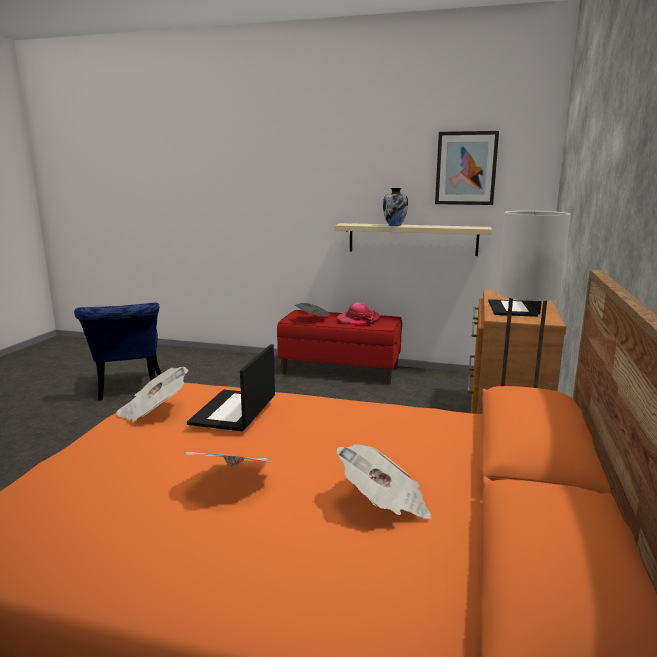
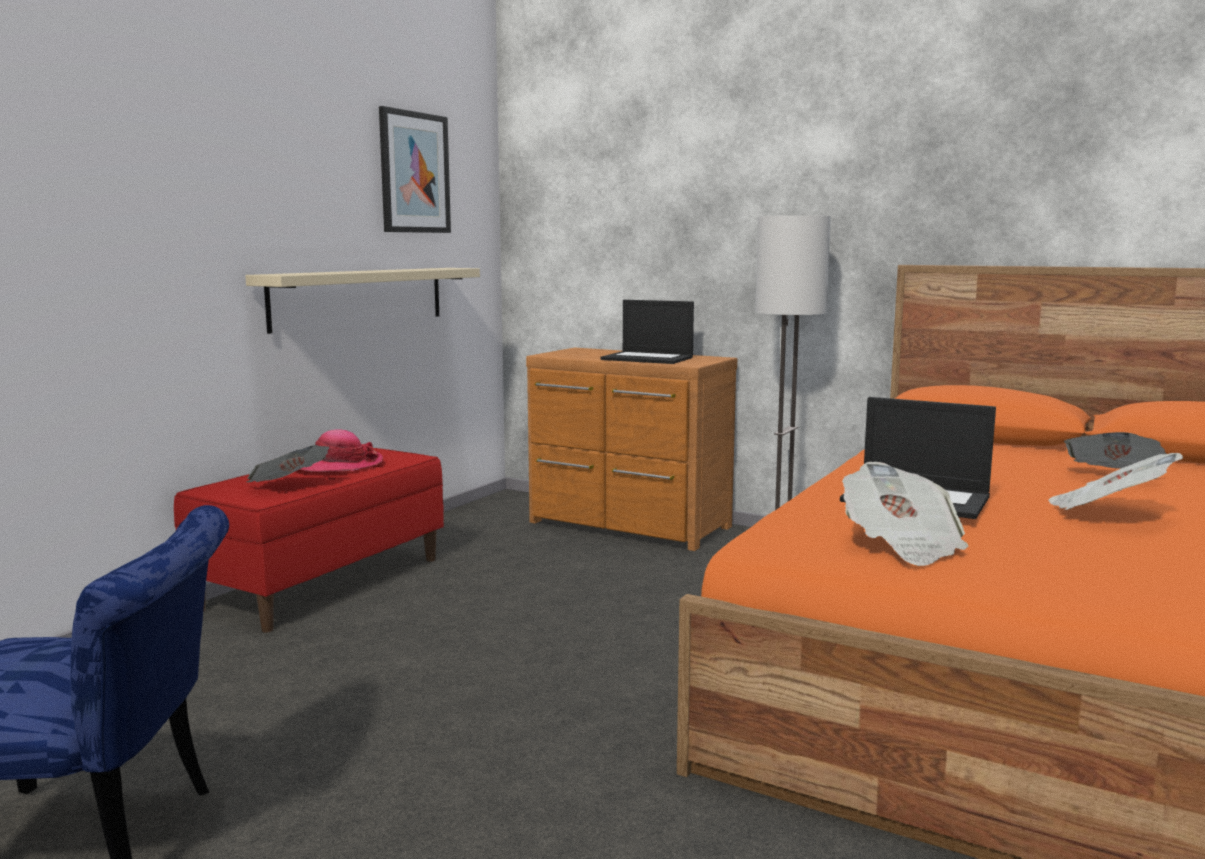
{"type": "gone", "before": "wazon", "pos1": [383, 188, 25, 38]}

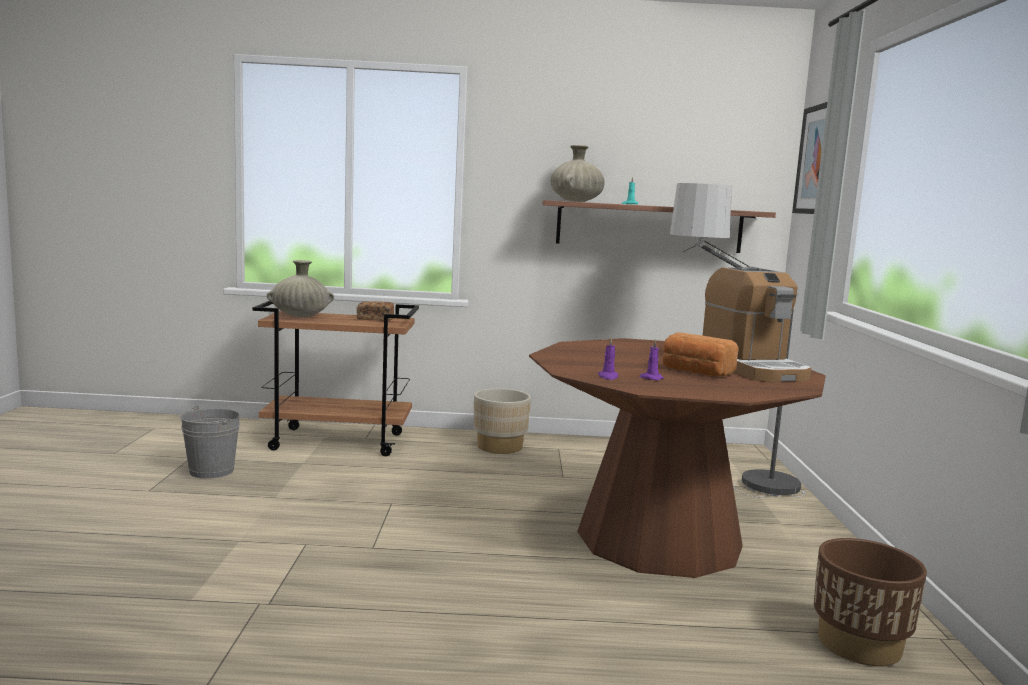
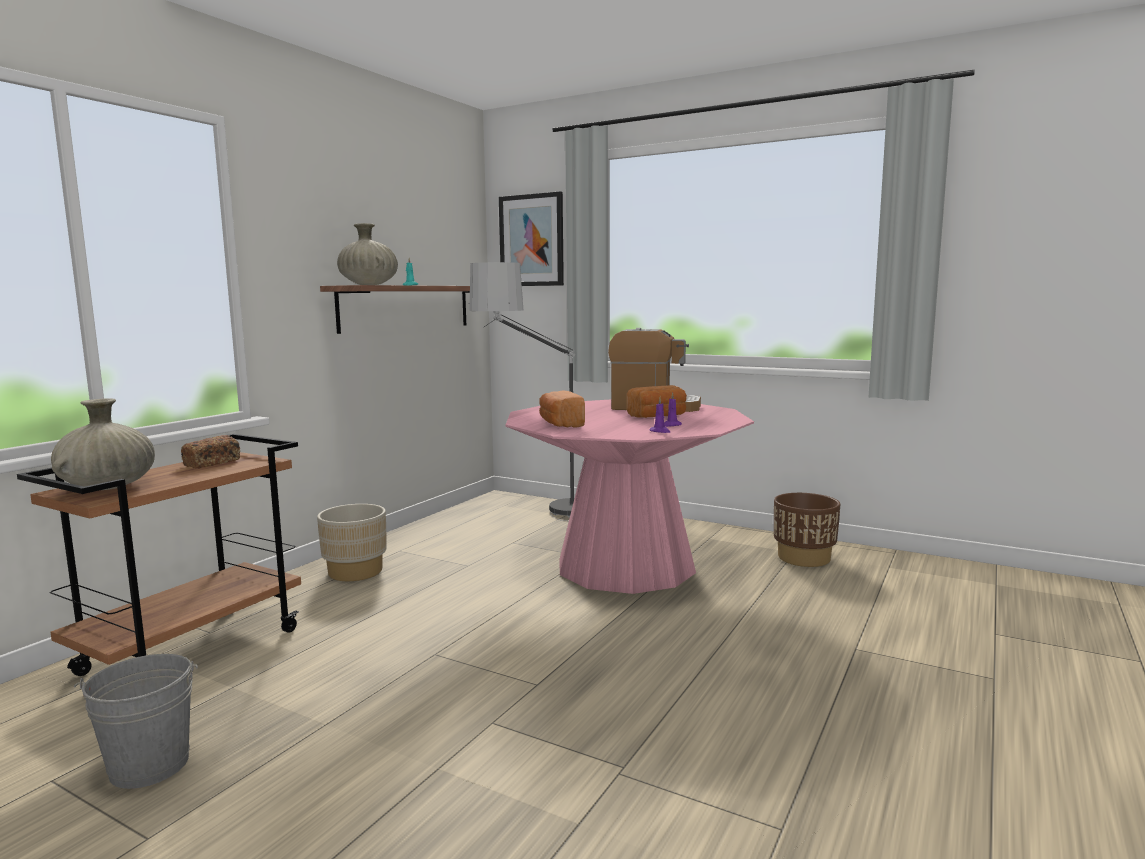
{"type": "repainted", "before": "stół jadalny/brązowy", "after": "stół jadalny/różowy", "pos1": [529, 338, 297, 240], "pos2": [506, 400, 248, 194]}
{"type": "new", "after": "chleb", "pos2": [539, 390, 46, 38]}

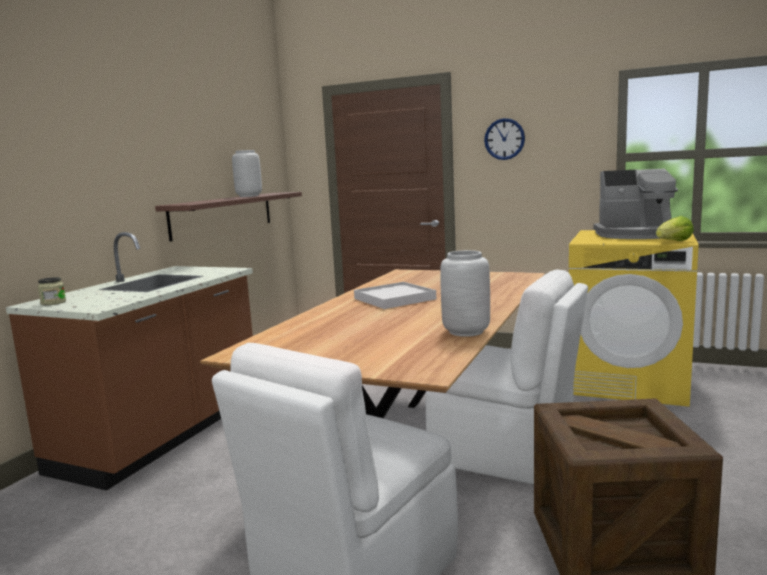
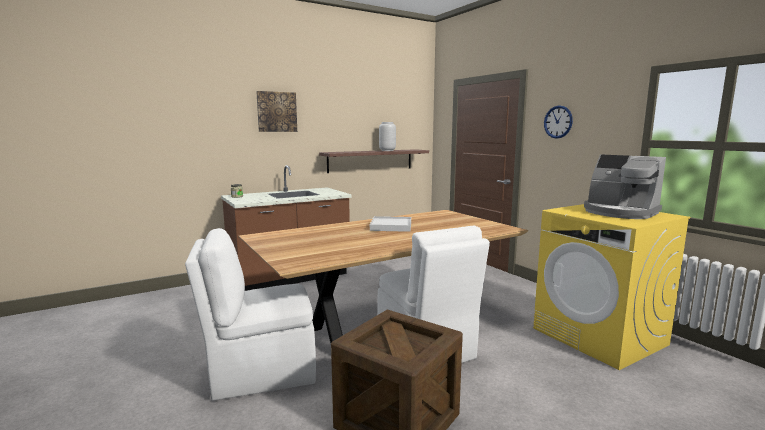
{"type": "new", "after": "obraz", "pos2": [256, 91, 41, 41]}
{"type": "gone", "before": "wazon/szary", "pos1": [440, 250, 50, 87]}
{"type": "gone", "before": "sałata", "pos1": [656, 216, 38, 25]}

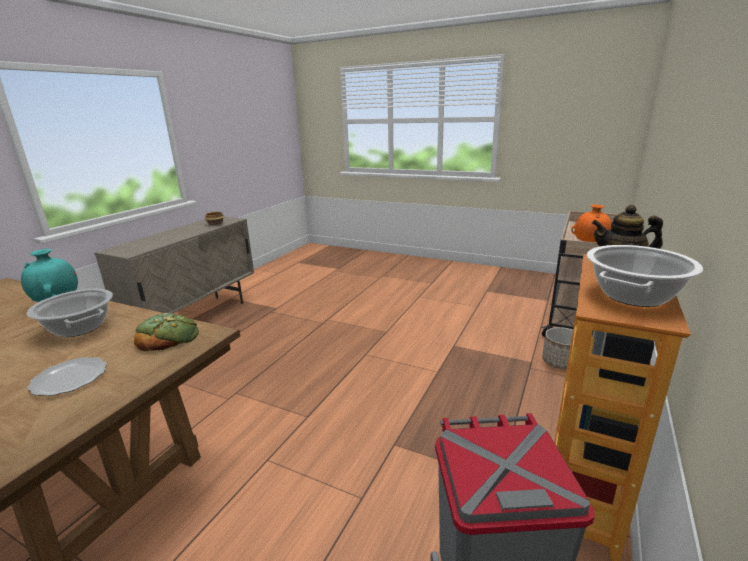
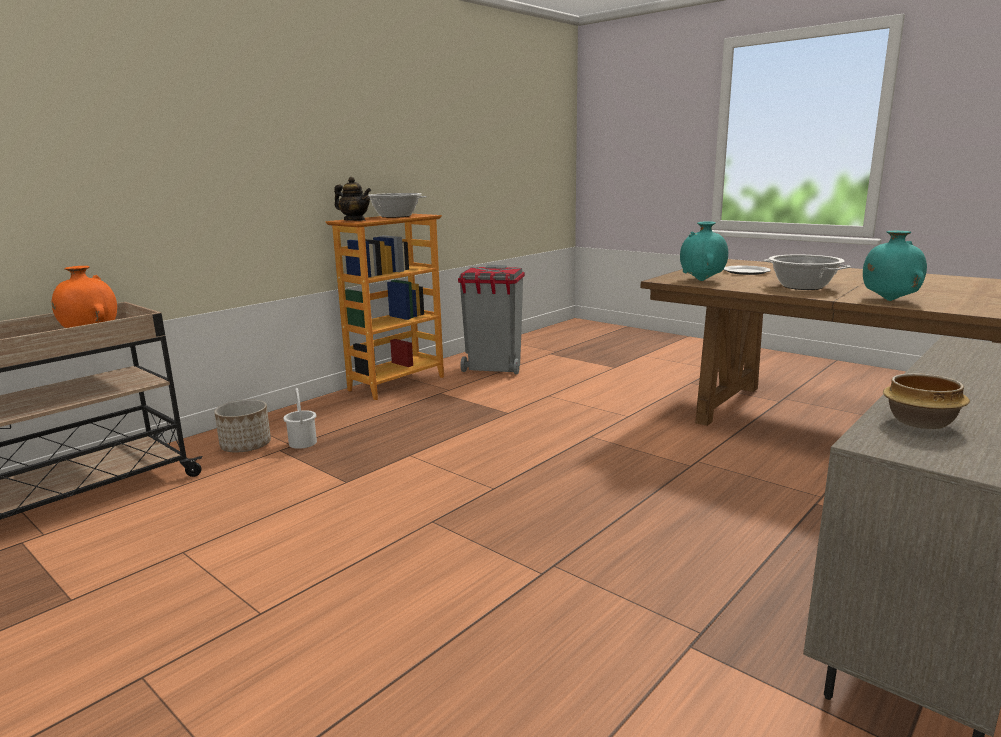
{"type": "new", "after": "wiadro/biały", "pos2": [283, 388, 34, 61]}
{"type": "swapped", "before": "chleb", "after": "wazon/turkusowy", "pos1": [134, 313, 65, 38], "pos2": [680, 221, 48, 60]}

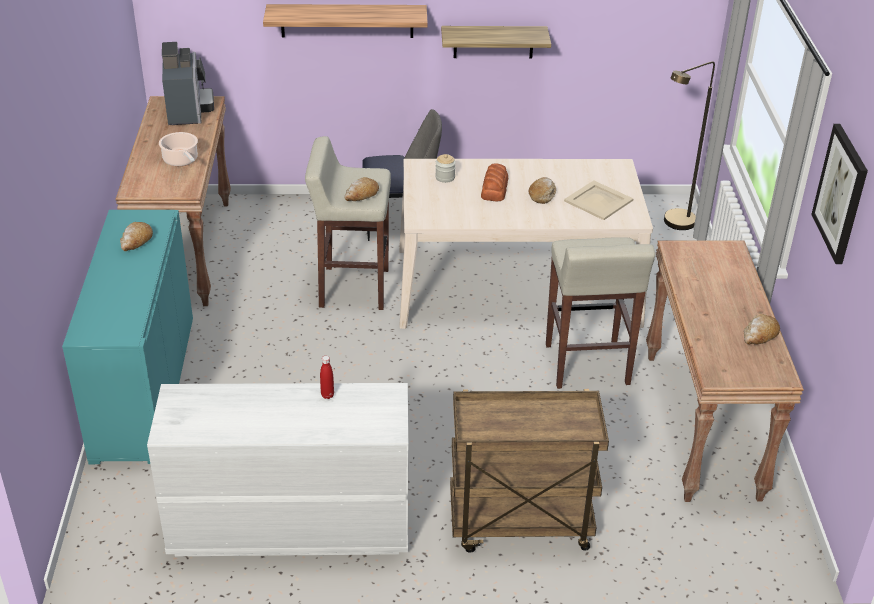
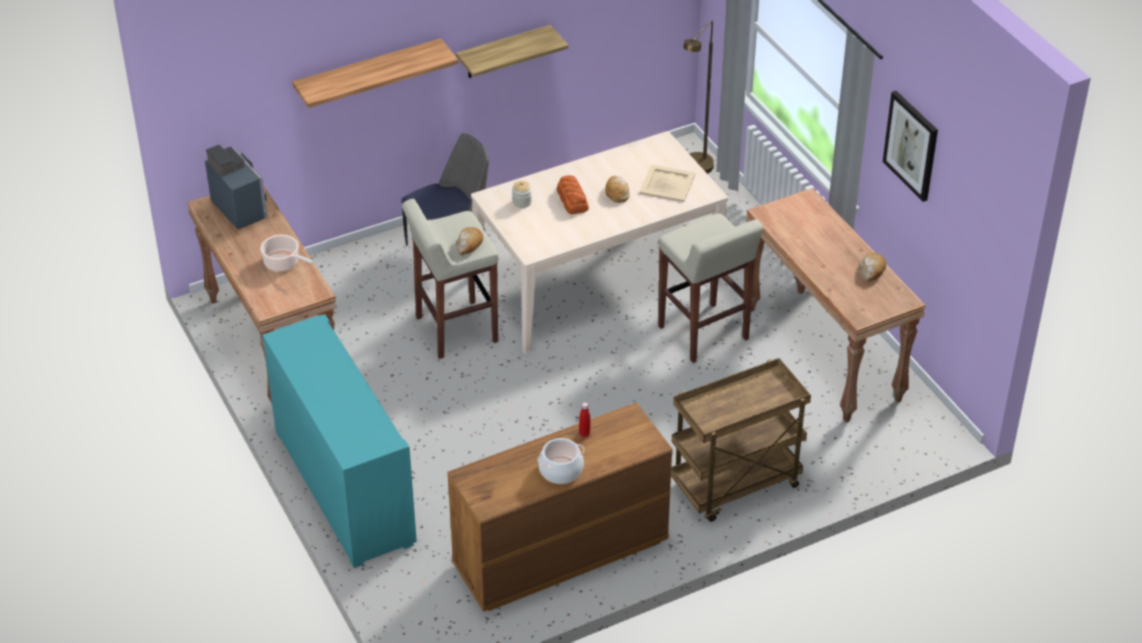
{"type": "repainted", "before": "komoda/biały", "after": "komoda/brązowy", "pos1": [147, 383, 261, 173], "pos2": [447, 402, 226, 210]}
{"type": "new", "after": "garnek", "pos2": [538, 438, 46, 46]}
{"type": "gone", "before": "chleb", "pos1": [120, 222, 33, 29]}

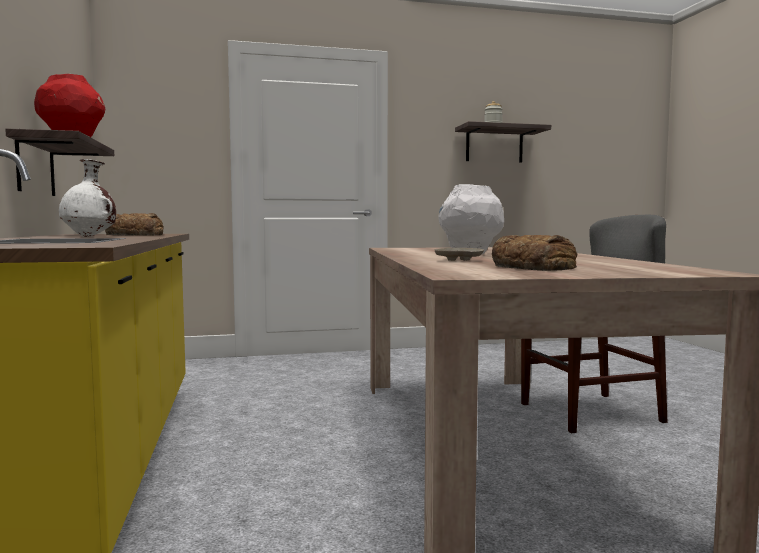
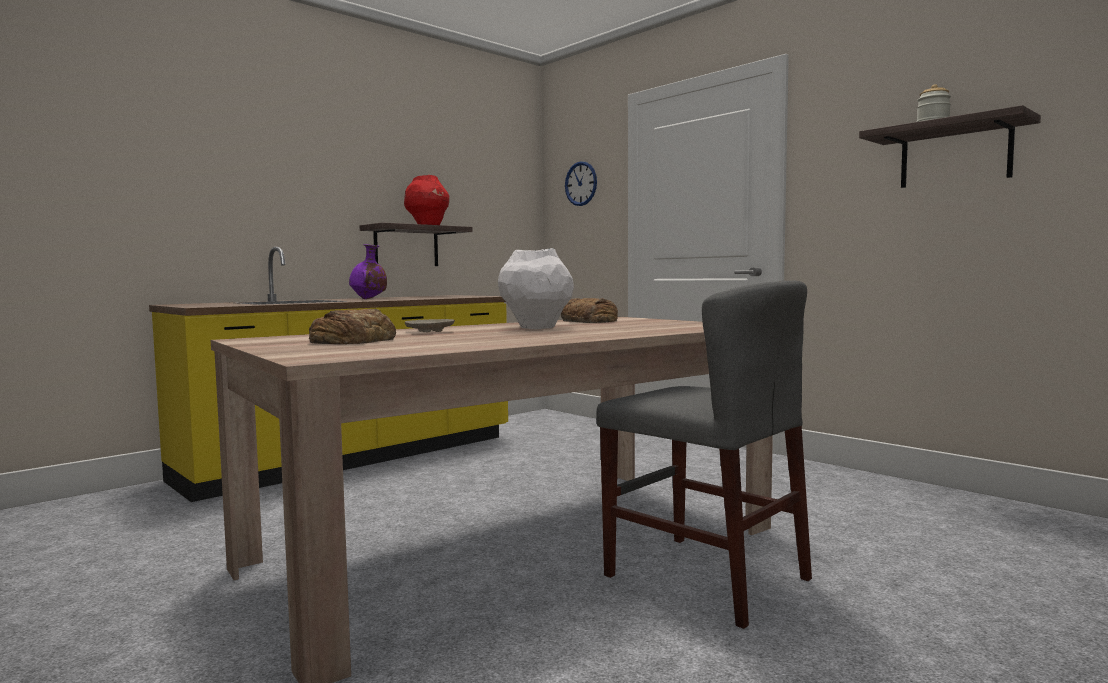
{"type": "repainted", "before": "wazon/biały", "after": "wazon/fioletowy", "pos1": [59, 159, 57, 78], "pos2": [349, 244, 38, 55]}
{"type": "shifted", "before": "chleb", "pos1": [105, 213, 59, 22], "pos2": [561, 298, 57, 25]}
{"type": "new", "after": "zegar ścienny", "pos2": [565, 161, 32, 45]}

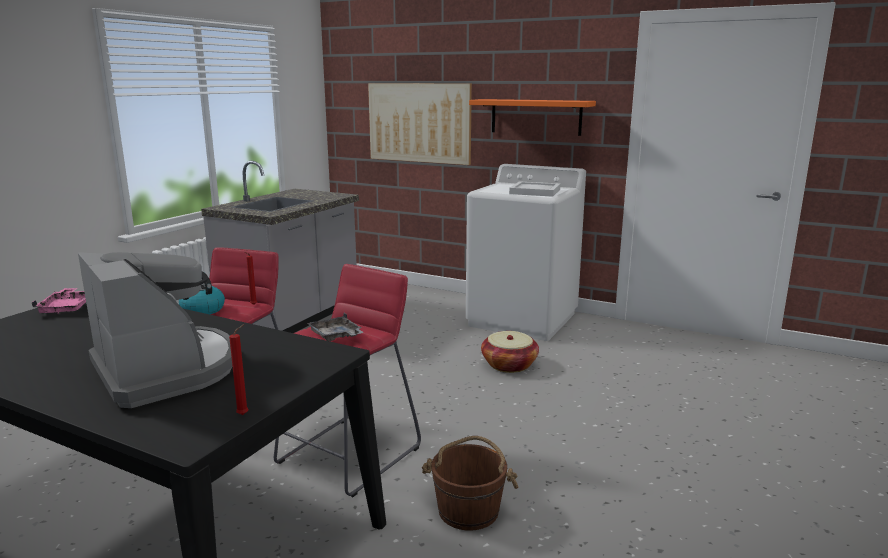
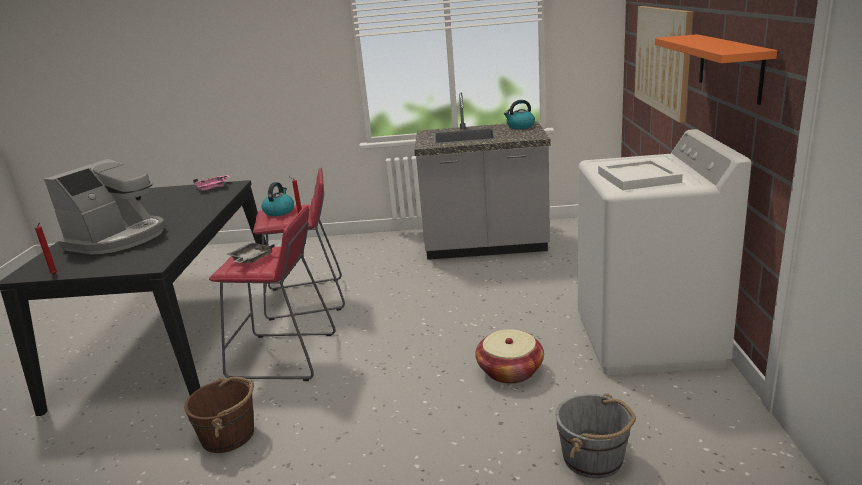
{"type": "new", "after": "czajnik", "pos2": [504, 100, 31, 29]}
{"type": "new", "after": "wiadro/szary", "pos2": [556, 393, 80, 86]}

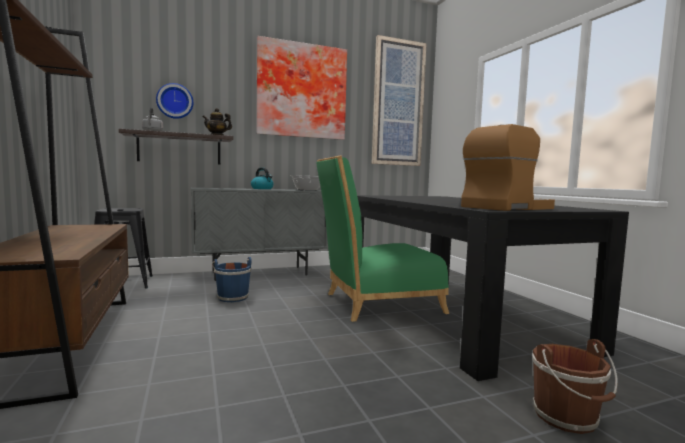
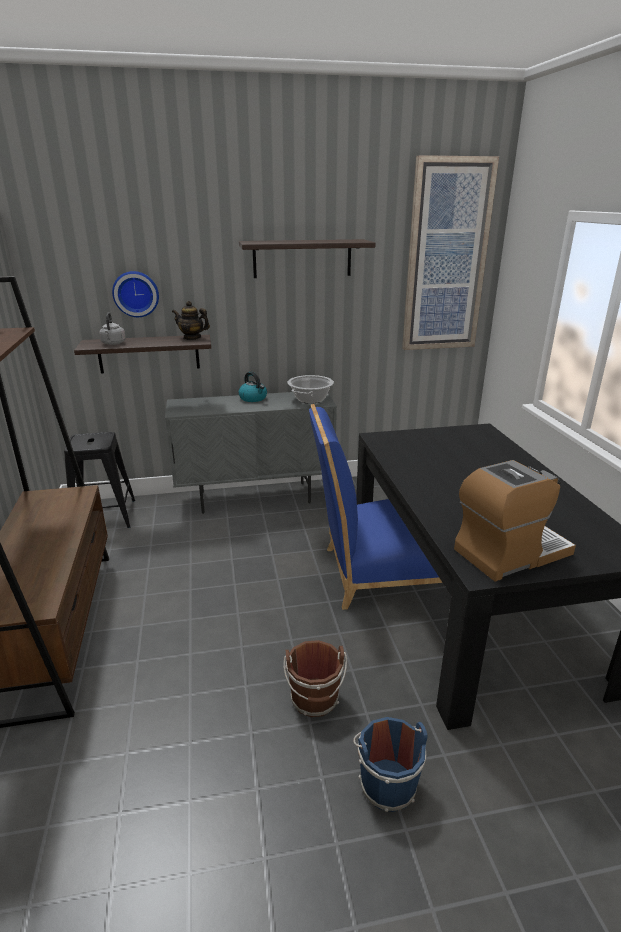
{"type": "swapped", "before": "obraz", "after": "półka", "pos1": [257, 36, 90, 104], "pos2": [239, 239, 137, 39]}
{"type": "shifted", "before": "wiadro/brązowy", "pos1": [532, 339, 86, 95], "pos2": [283, 640, 64, 77]}
{"type": "repainted", "before": "krzesło/zielony", "after": "krzesło/niebieski", "pos1": [316, 155, 133, 167], "pos2": [309, 404, 133, 206]}
{"type": "shifted", "before": "wiadro/niebieski", "pos1": [212, 257, 40, 45], "pos2": [353, 717, 75, 95]}

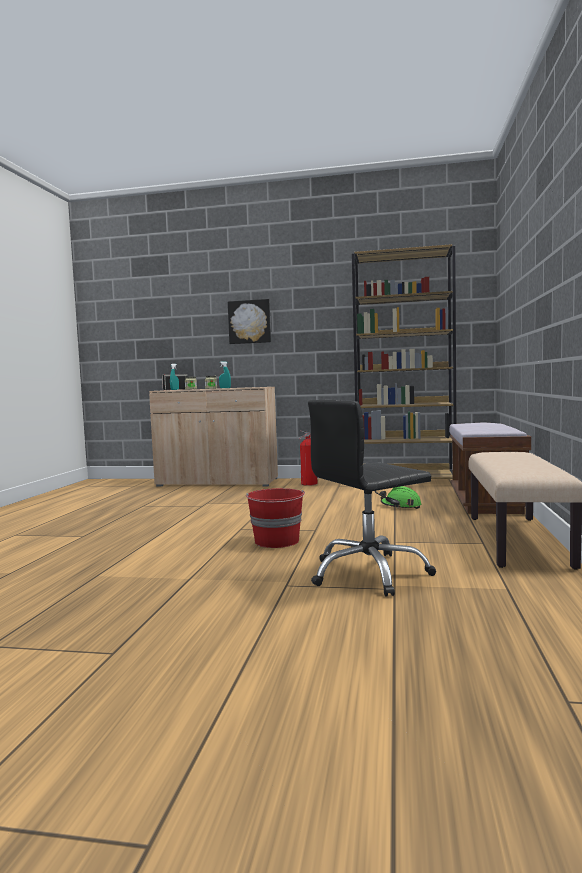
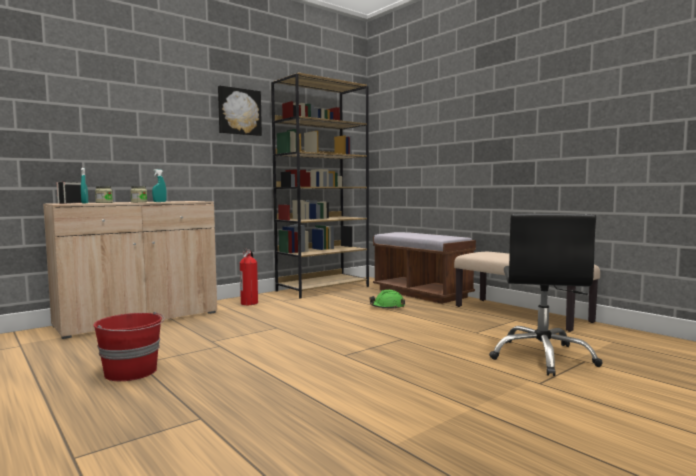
{"type": "shifted", "before": "wiadro/czerwony", "pos1": [246, 488, 59, 60], "pos2": [93, 312, 72, 69]}
{"type": "shifted", "before": "obraz", "pos1": [228, 299, 43, 45], "pos2": [218, 85, 44, 51]}

